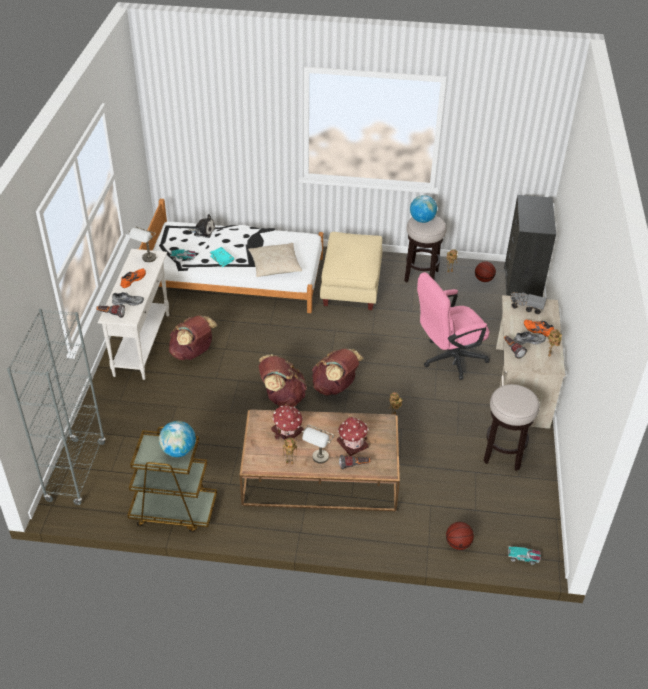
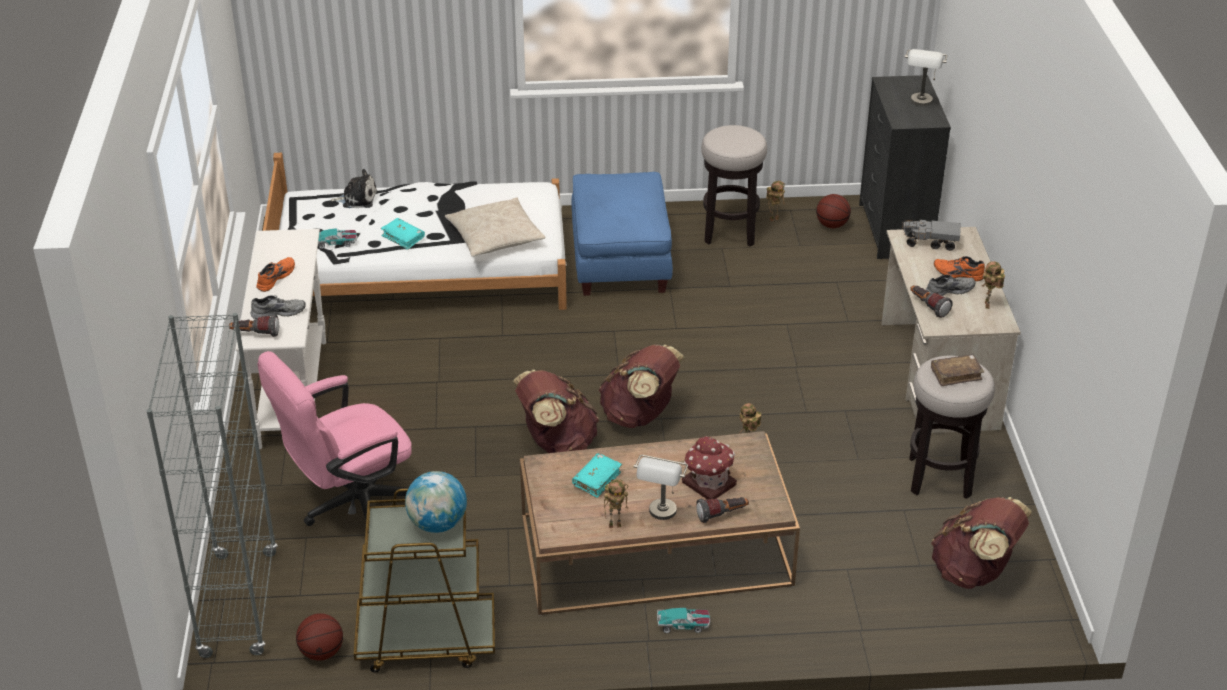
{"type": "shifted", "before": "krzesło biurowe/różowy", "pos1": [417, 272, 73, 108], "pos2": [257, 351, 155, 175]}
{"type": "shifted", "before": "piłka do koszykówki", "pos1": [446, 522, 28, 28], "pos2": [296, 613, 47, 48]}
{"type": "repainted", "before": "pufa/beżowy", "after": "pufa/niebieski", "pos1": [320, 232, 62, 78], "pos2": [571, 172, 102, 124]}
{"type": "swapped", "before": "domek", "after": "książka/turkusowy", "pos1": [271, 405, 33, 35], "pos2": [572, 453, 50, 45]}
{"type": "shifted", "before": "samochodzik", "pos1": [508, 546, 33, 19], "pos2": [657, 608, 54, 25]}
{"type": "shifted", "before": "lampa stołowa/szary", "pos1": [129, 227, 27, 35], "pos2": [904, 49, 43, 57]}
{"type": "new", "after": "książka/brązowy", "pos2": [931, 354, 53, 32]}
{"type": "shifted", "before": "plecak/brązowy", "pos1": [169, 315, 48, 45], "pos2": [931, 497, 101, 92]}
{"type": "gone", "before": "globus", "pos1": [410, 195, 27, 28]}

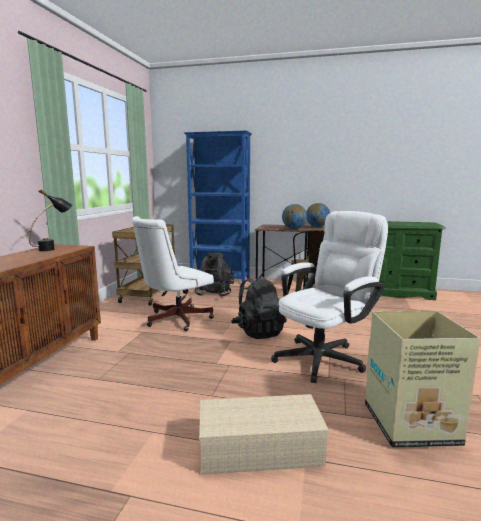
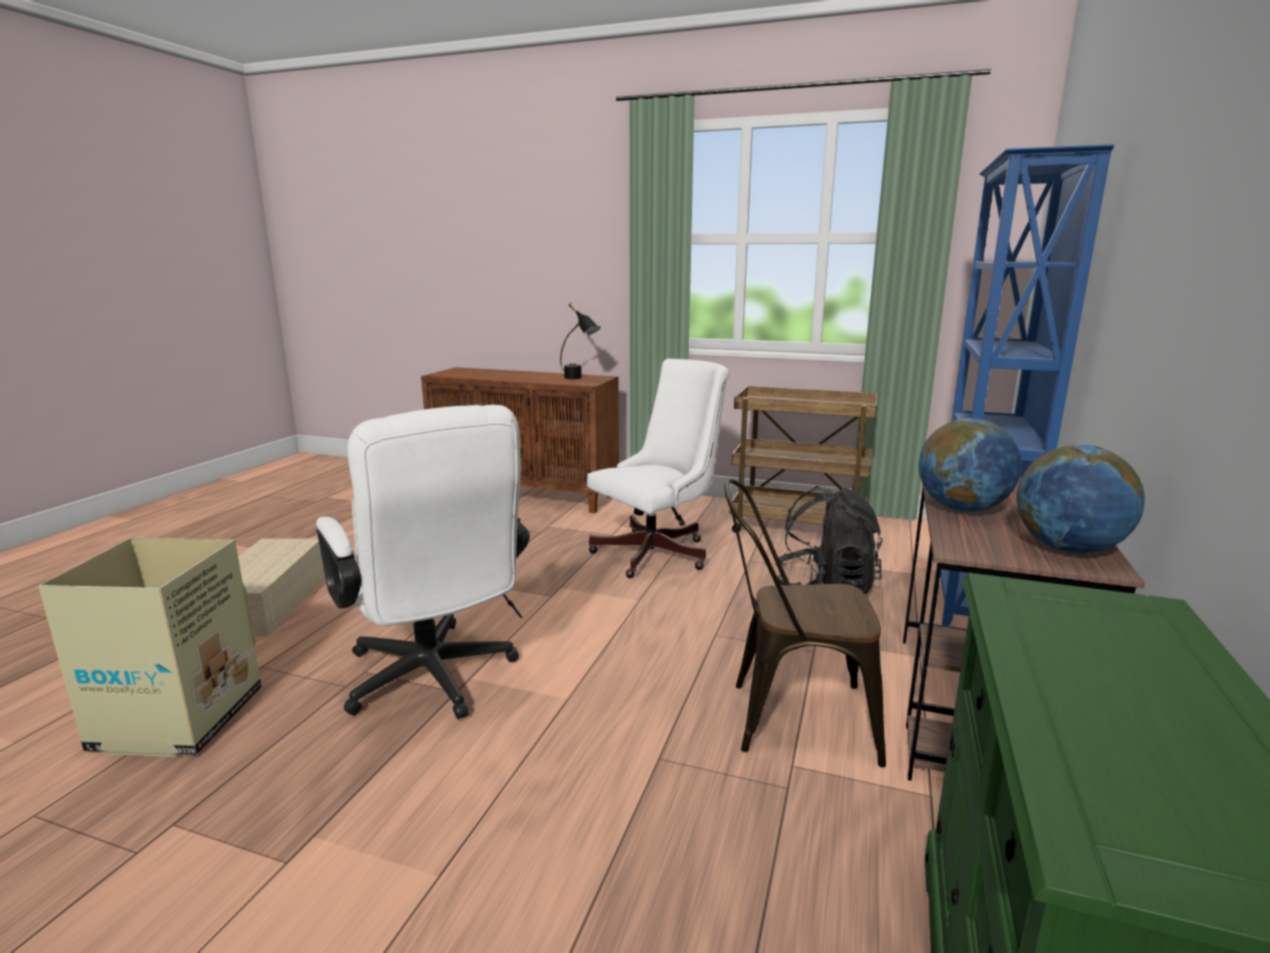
{"type": "rotated", "before": "krzesło biurowe/biały", "pos1": [131, 216, 83, 115], "pos2": [587, 359, 143, 219], "turn": 90}
{"type": "gone", "before": "plecak/czarny", "pos1": [231, 277, 56, 62]}

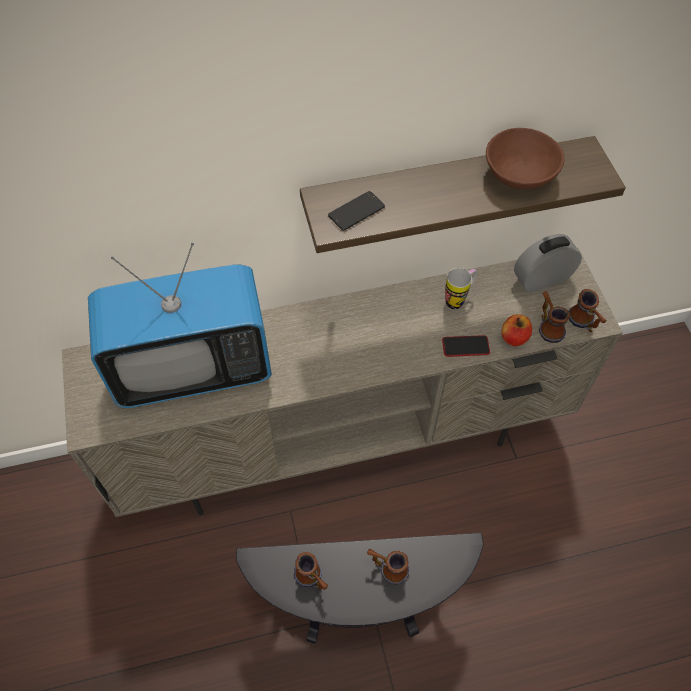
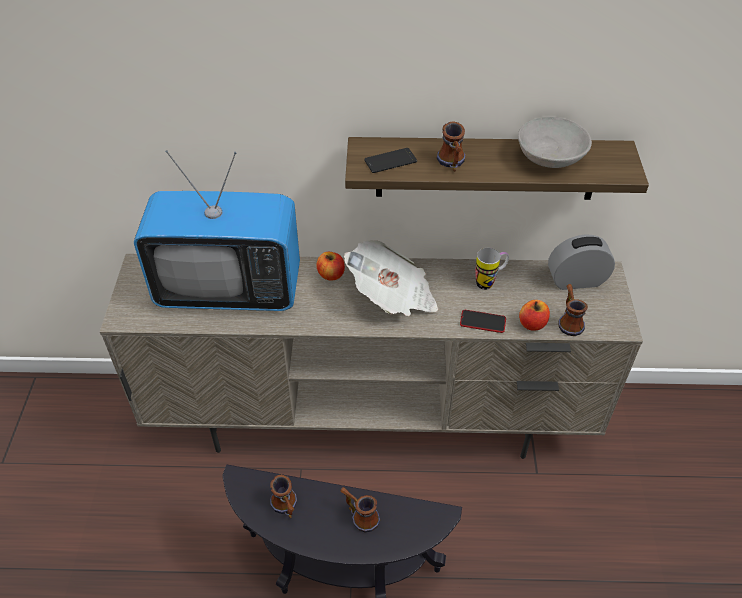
{"type": "new", "after": "jabłko", "pos2": [317, 252, 28, 29]}
{"type": "new", "after": "gazeta", "pos2": [344, 240, 94, 76]}
{"type": "shifted", "before": "kubek", "pos1": [569, 289, 38, 43], "pos2": [437, 121, 28, 51]}
{"type": "repainted", "before": "miska/brązowy", "after": "miska/szary", "pos1": [486, 128, 79, 61], "pos2": [518, 116, 74, 52]}

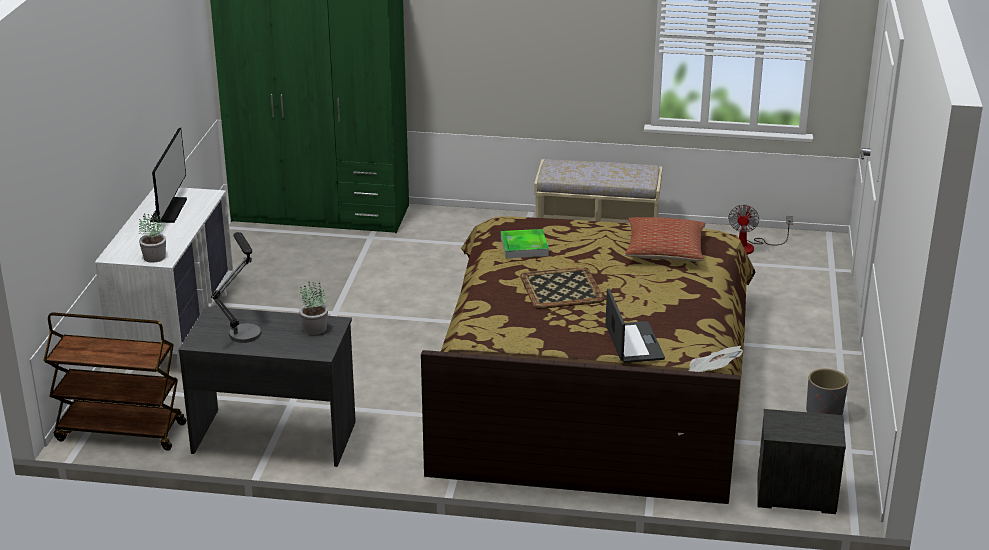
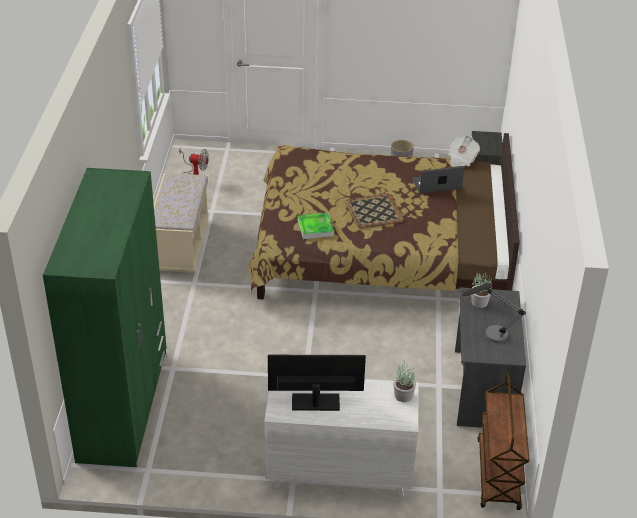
{"type": "gone", "before": "poduszka", "pos1": [625, 217, 80, 44]}

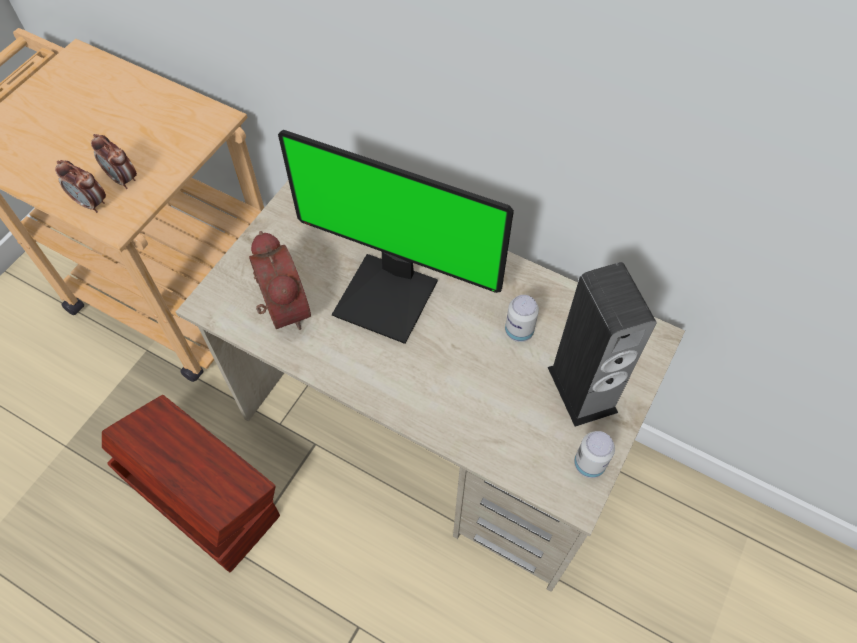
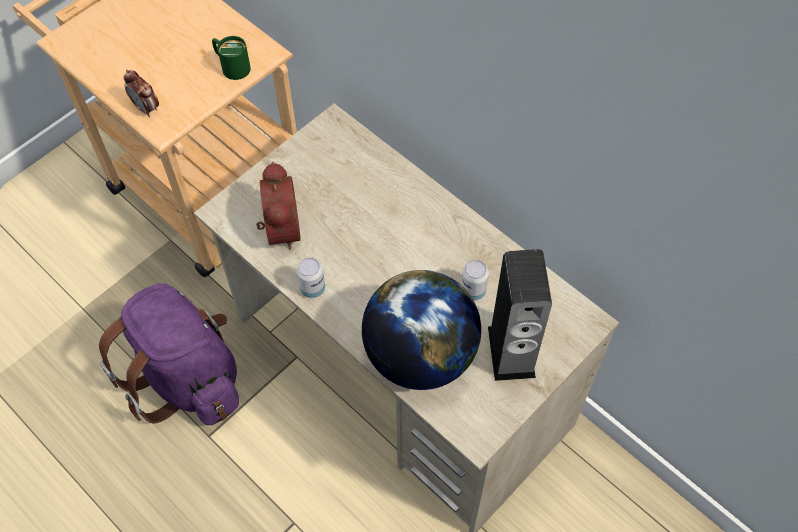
{"type": "swapped", "before": "pojemnik do przechowywania/brązowy", "after": "plecak/fioletowy", "pos1": [102, 395, 178, 177], "pos2": [99, 283, 140, 142]}
{"type": "new", "after": "kubek/zielony", "pos2": [212, 36, 39, 44]}
{"type": "shifted", "before": "puszka", "pos1": [574, 431, 41, 47], "pos2": [297, 257, 28, 41]}
{"type": "new", "after": "globus", "pos2": [362, 270, 119, 120]}
{"type": "gone", "before": "budzik", "pos1": [91, 134, 46, 55]}
{"type": "gone", "before": "monitor", "pos1": [278, 130, 236, 214]}

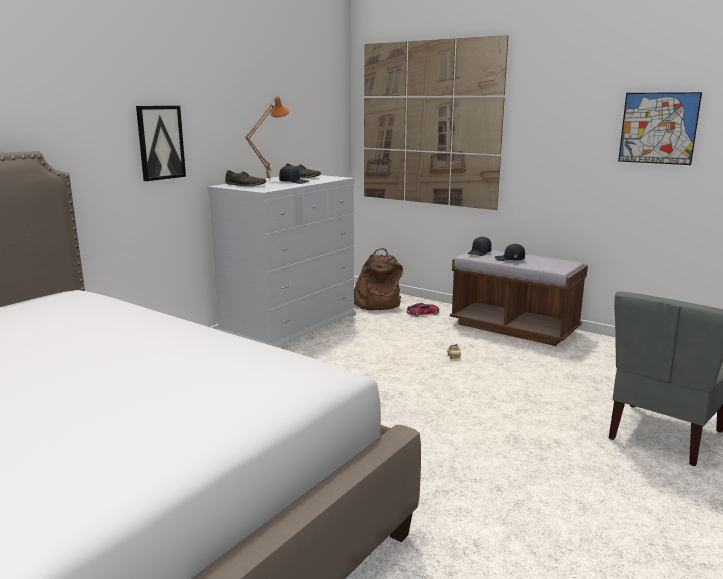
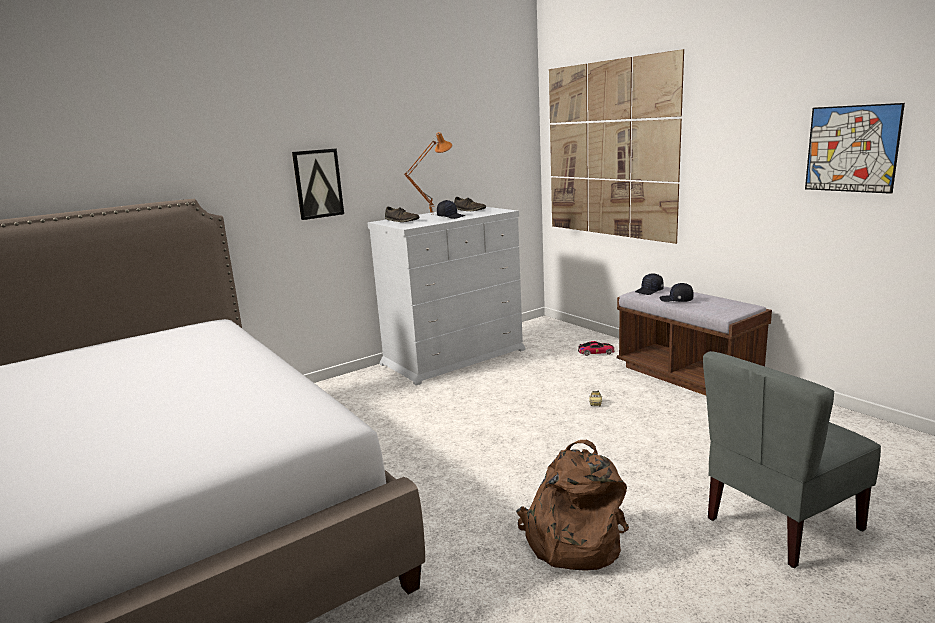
{"type": "shifted", "before": "plecak/brązowy", "pos1": [354, 248, 49, 62], "pos2": [516, 440, 113, 131]}

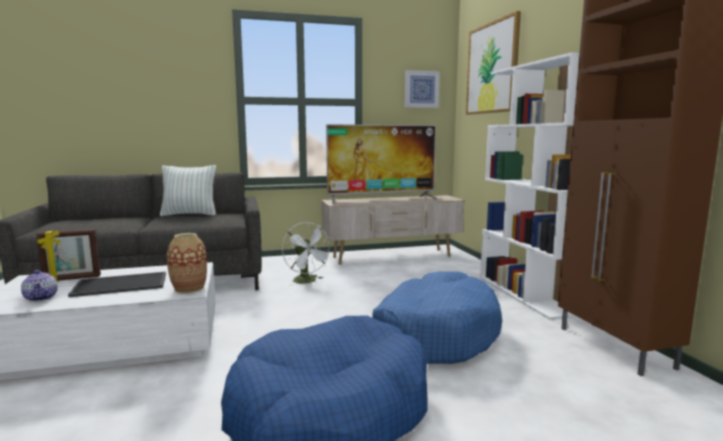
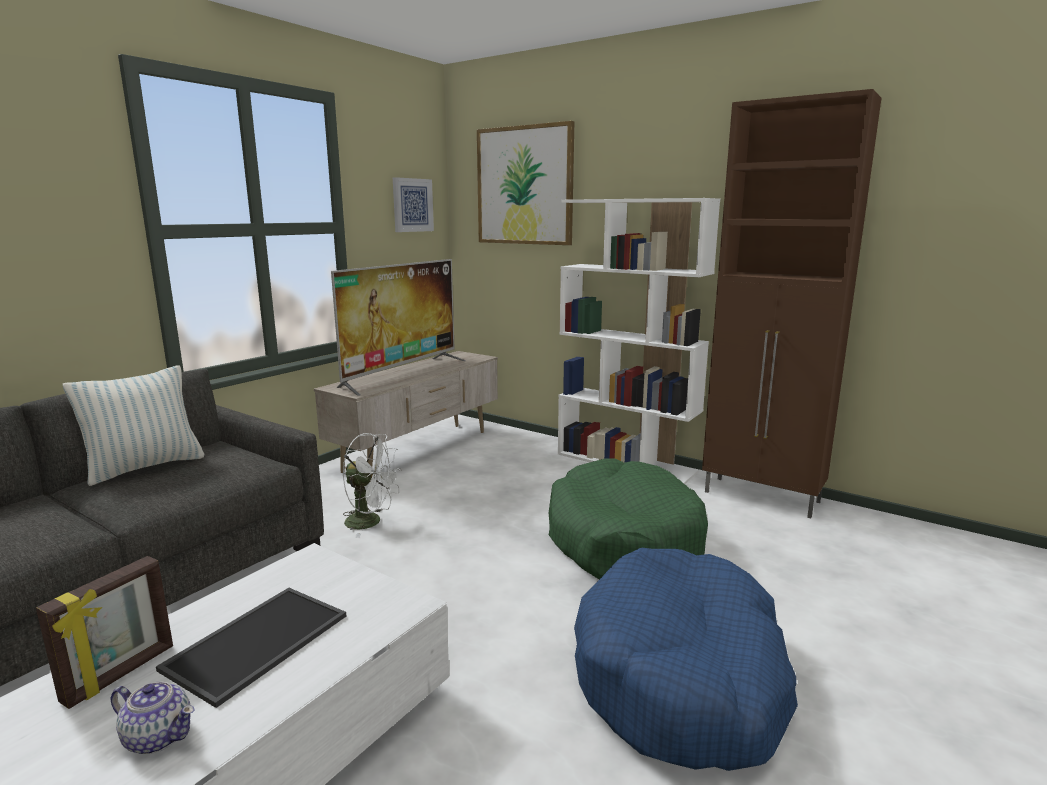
{"type": "repainted", "before": "legowisko/niebieski", "after": "legowisko/zielony", "pos1": [372, 272, 130, 92], "pos2": [549, 458, 159, 121]}
{"type": "gone", "before": "wazon", "pos1": [167, 233, 40, 60]}

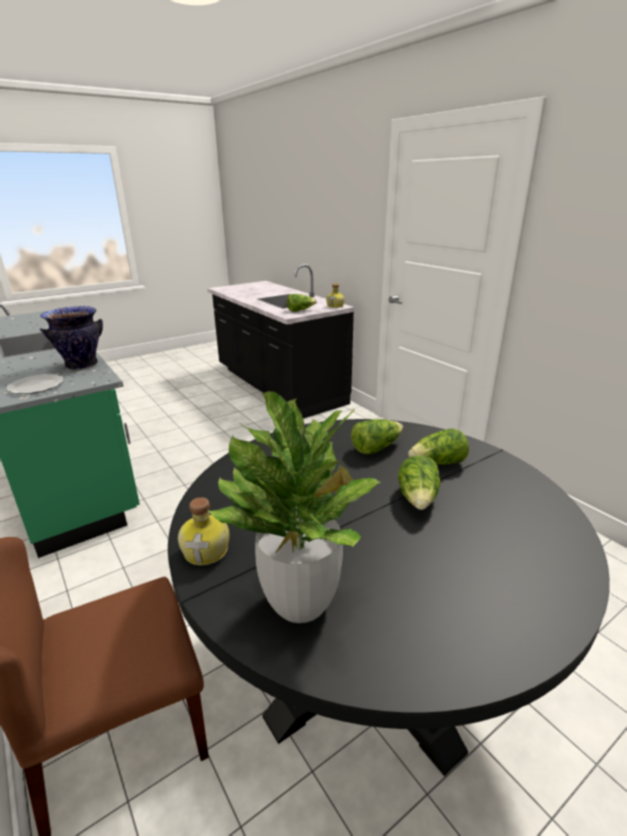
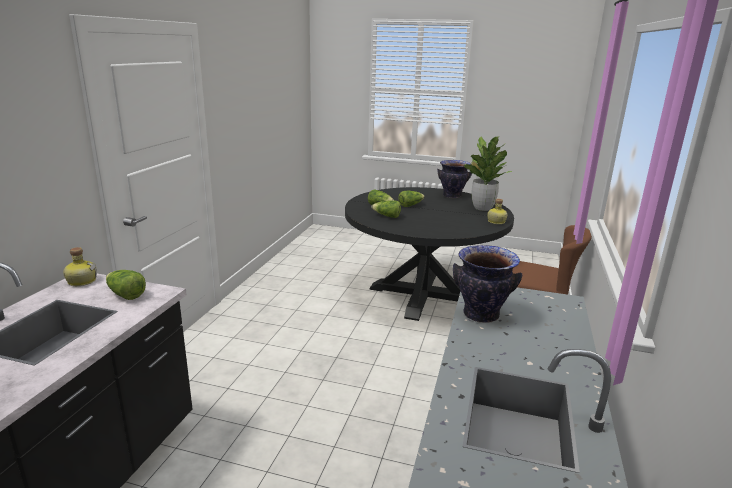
{"type": "new", "after": "wazon", "pos2": [437, 160, 35, 38]}
{"type": "gone", "before": "talerz", "pos1": [6, 374, 58, 20]}

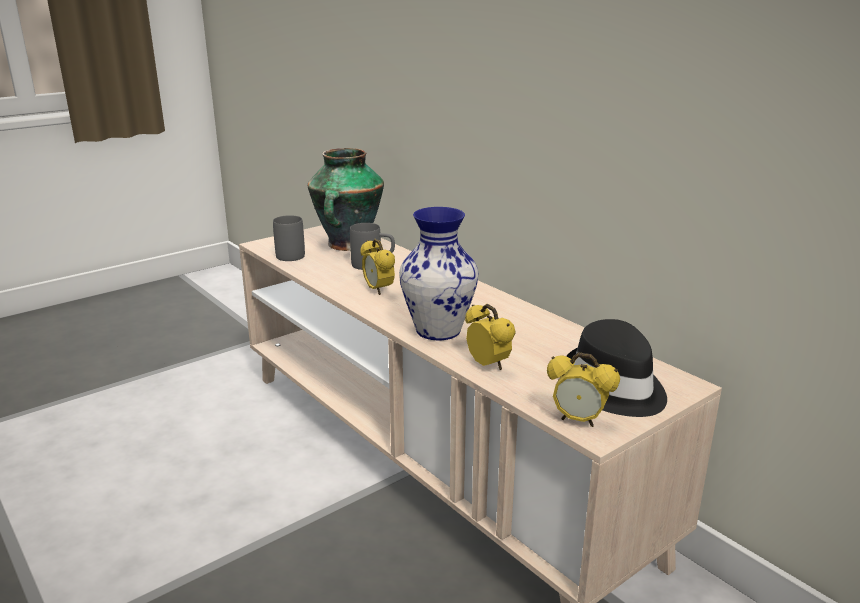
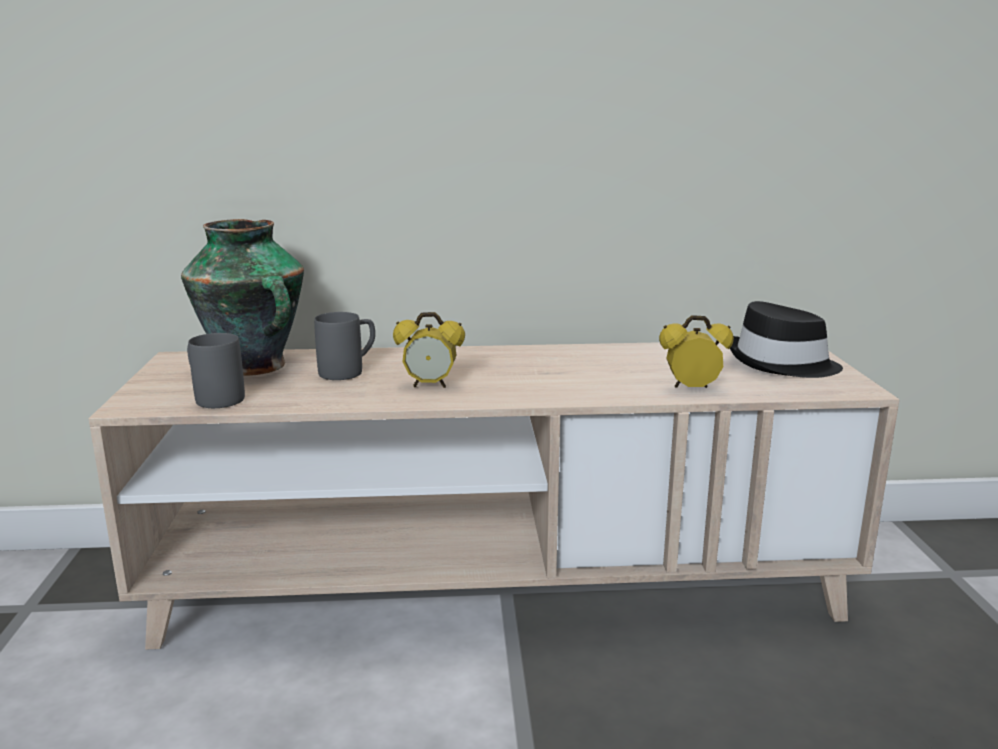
{"type": "gone", "before": "wazon", "pos1": [399, 207, 80, 133]}
{"type": "gone", "before": "budzik", "pos1": [547, 352, 73, 75]}

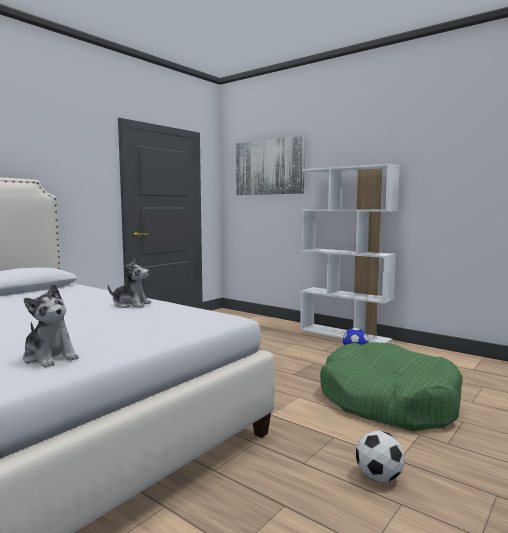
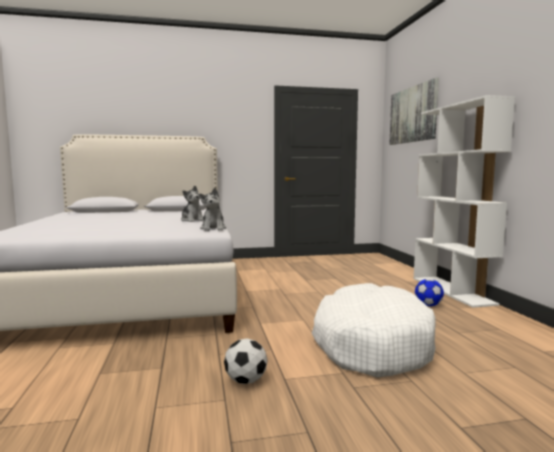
{"type": "shifted", "before": "pluszak", "pos1": [23, 284, 56, 84], "pos2": [199, 188, 27, 43]}
{"type": "repainted", "before": "legowisko/zielony", "after": "legowisko/biały", "pos1": [320, 342, 143, 89], "pos2": [312, 283, 124, 94]}

